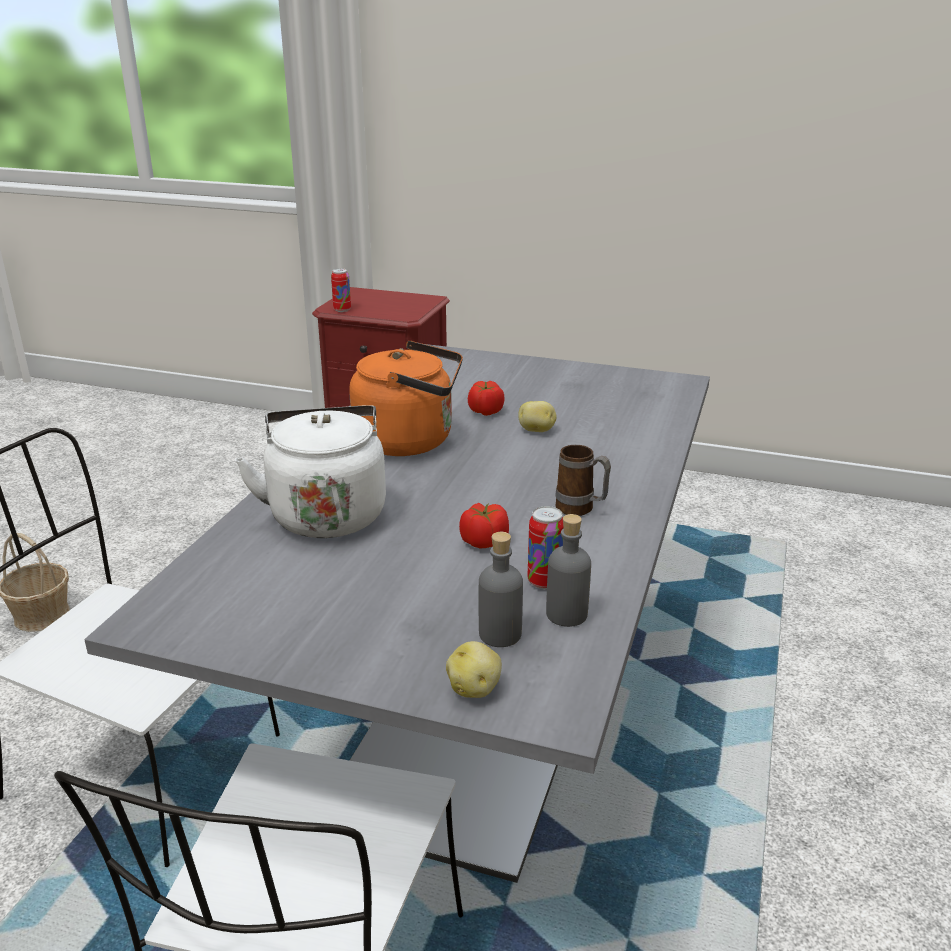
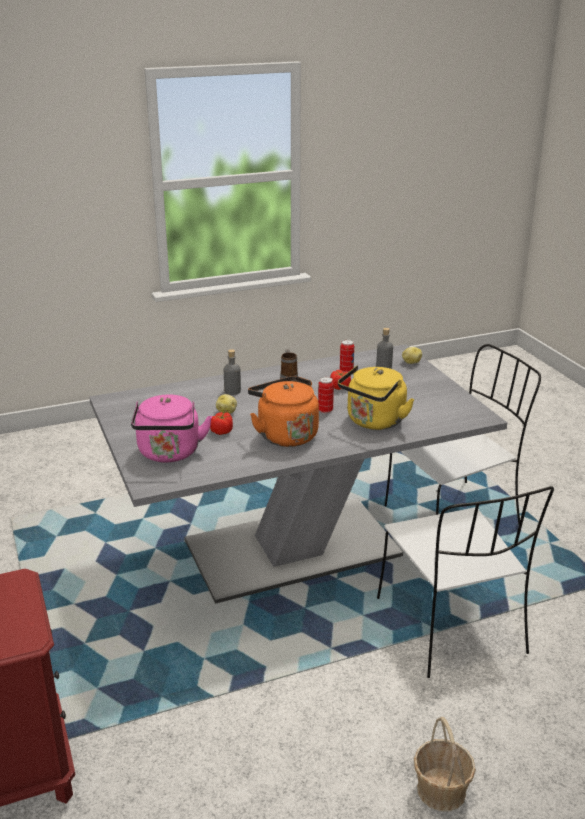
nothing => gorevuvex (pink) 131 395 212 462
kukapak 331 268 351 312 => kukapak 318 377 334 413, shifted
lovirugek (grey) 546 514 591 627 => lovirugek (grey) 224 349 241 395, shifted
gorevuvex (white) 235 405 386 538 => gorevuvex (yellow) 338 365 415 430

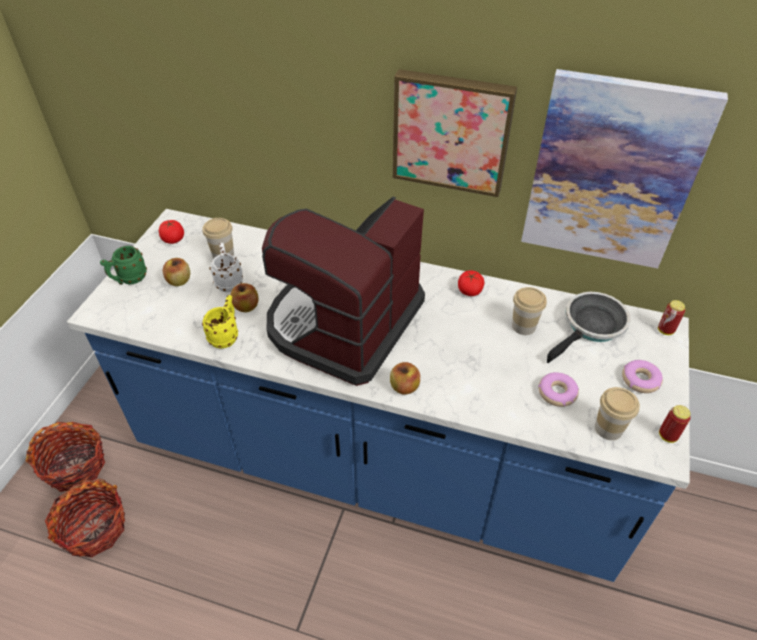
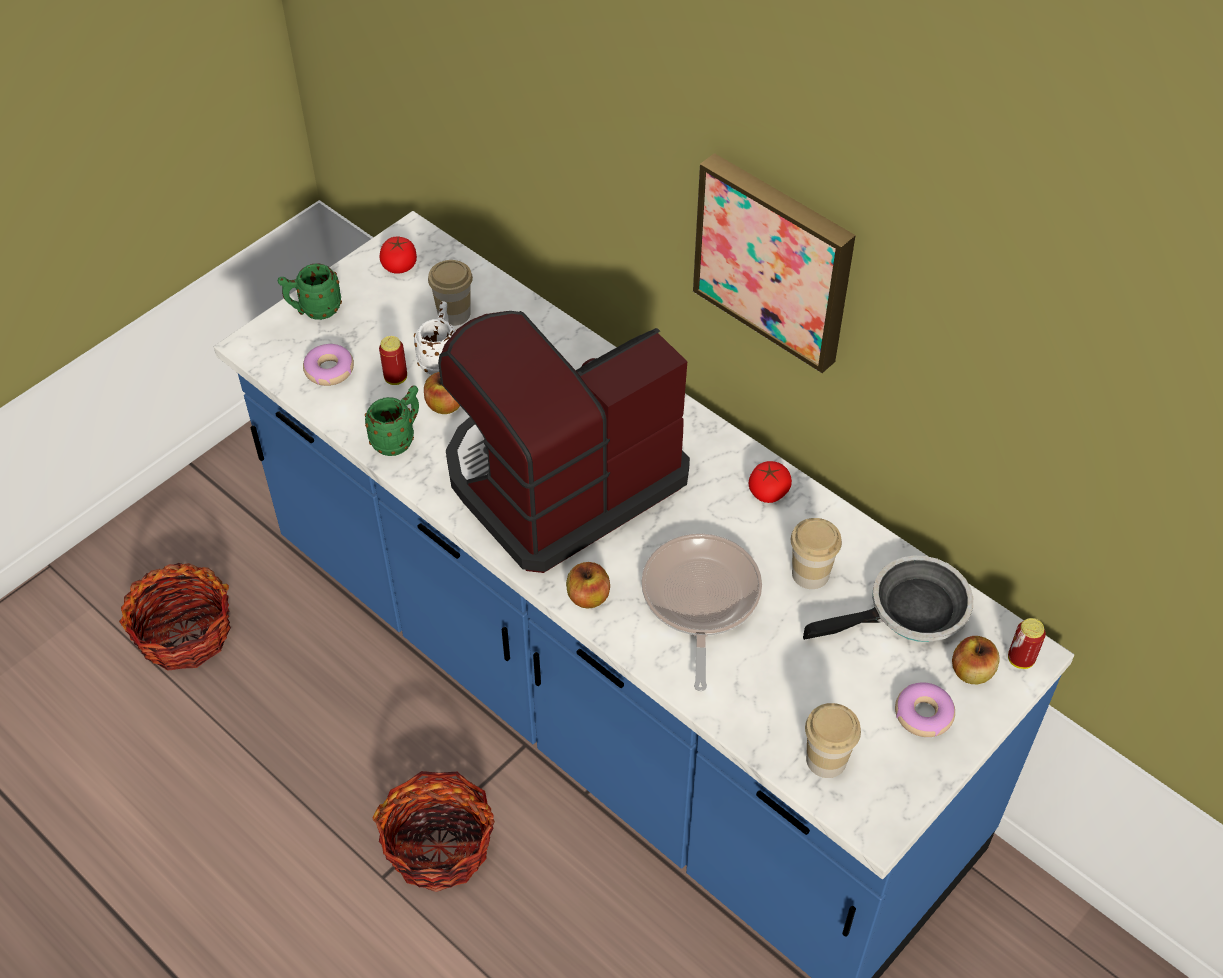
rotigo 521 69 728 269 => nothing
nothing => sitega 641 534 762 691
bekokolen 26 422 105 492 => bekokolen 372 771 495 892, shifted
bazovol 163 258 190 286 => bazovol 952 636 1000 684, shifted
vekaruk 538 372 579 407 => vekaruk 303 344 354 386, shifted
kukapak 659 405 691 443 => kukapak 379 336 407 385, shifted
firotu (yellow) 202 295 238 349 => firotu (green) 365 385 419 456

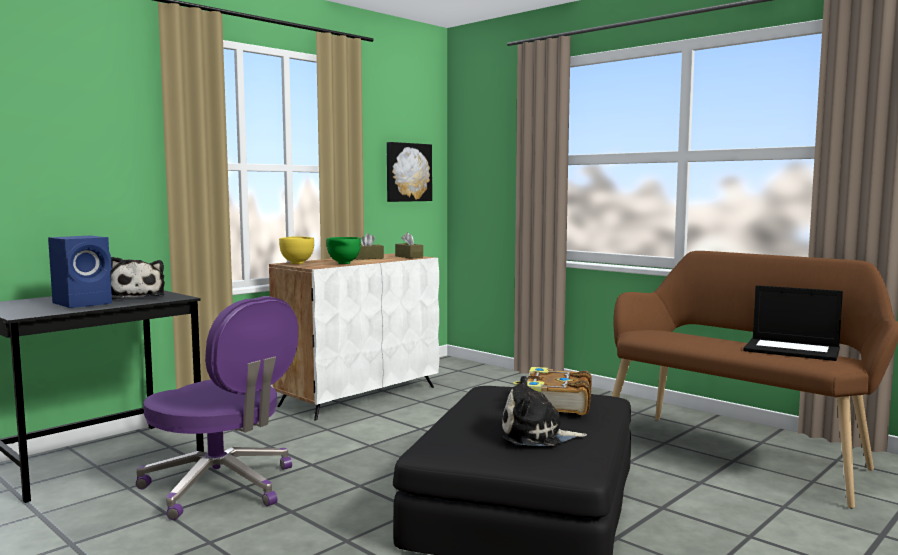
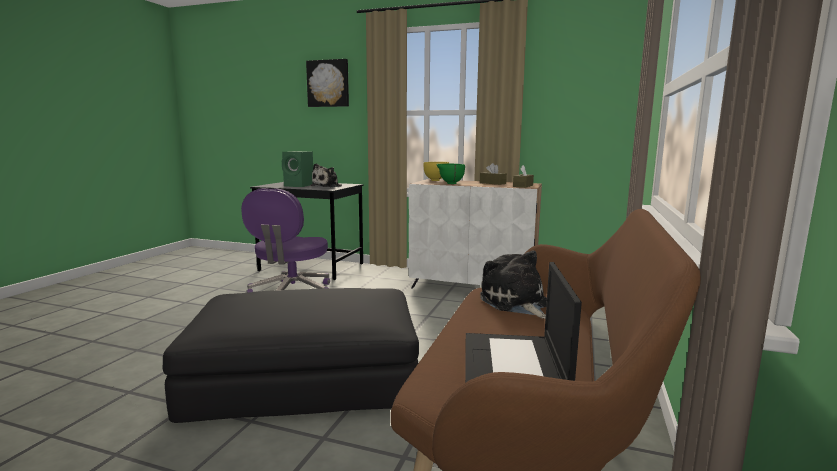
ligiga 513 367 592 415 => nothing
rotigo 387 142 432 202 => rotigo 306 59 349 107, shifted
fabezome 502 375 587 446 => fabezome 480 250 547 319, shifted
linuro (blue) 48 236 112 308 => linuro (green) 282 151 313 187

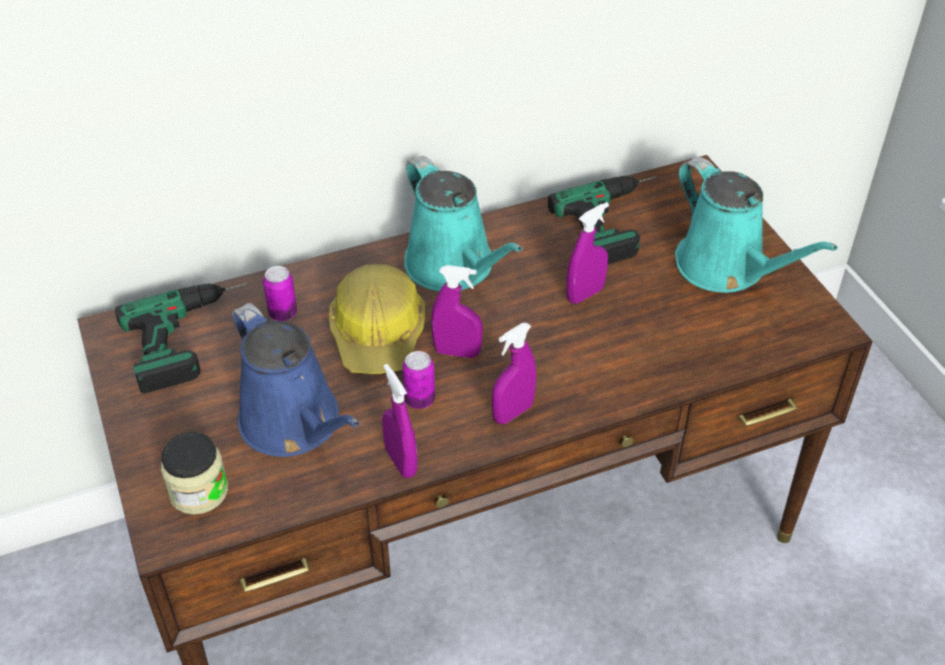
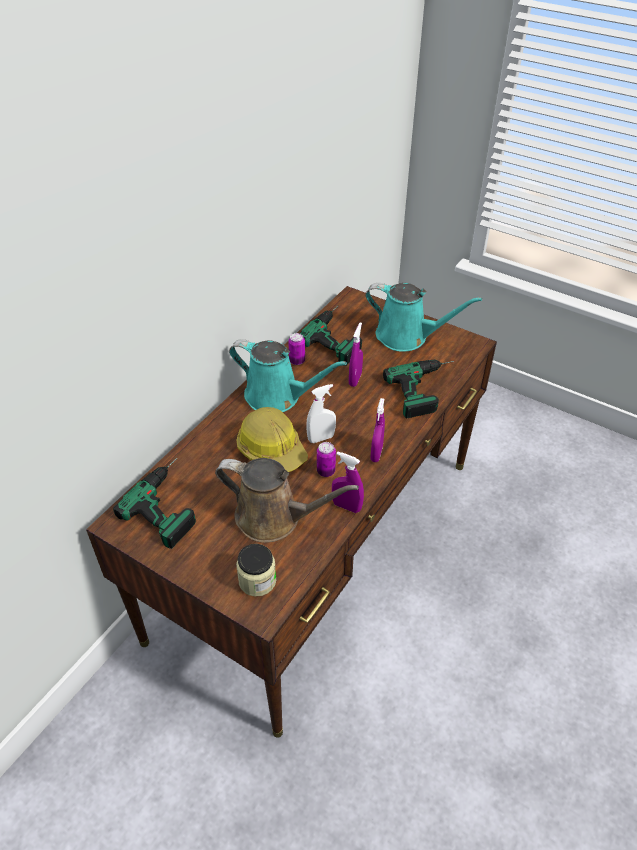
nothing => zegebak 383 360 454 419
kukapak 263 266 297 321 => kukapak 288 333 305 365, shifted
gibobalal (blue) 232 303 360 457 => gibobalal (brown) 215 458 359 543
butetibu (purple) 431 265 483 358 => butetibu (white) 306 384 336 443

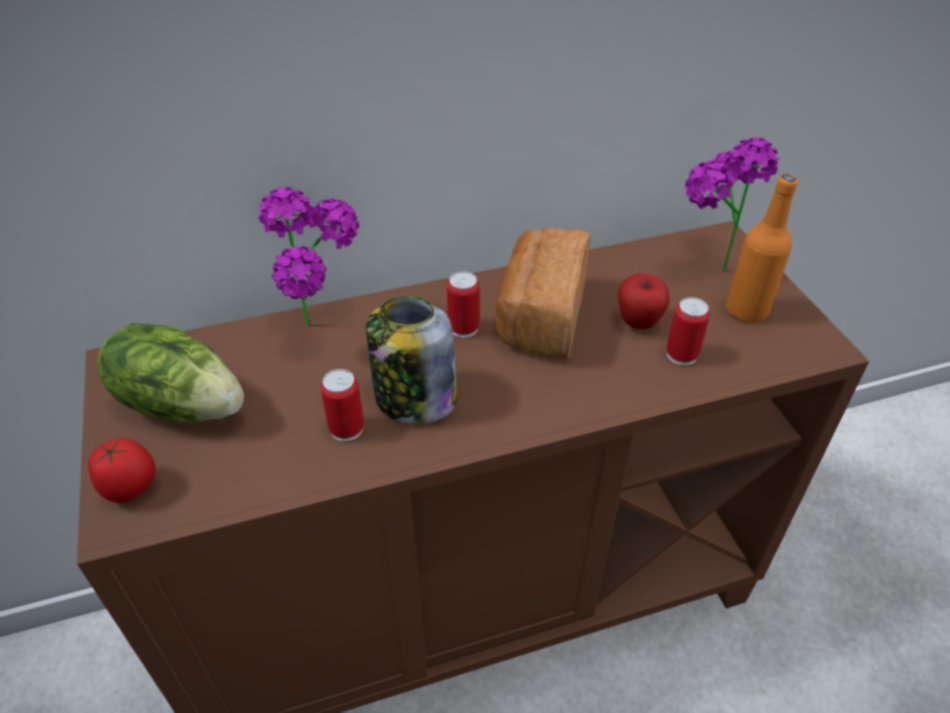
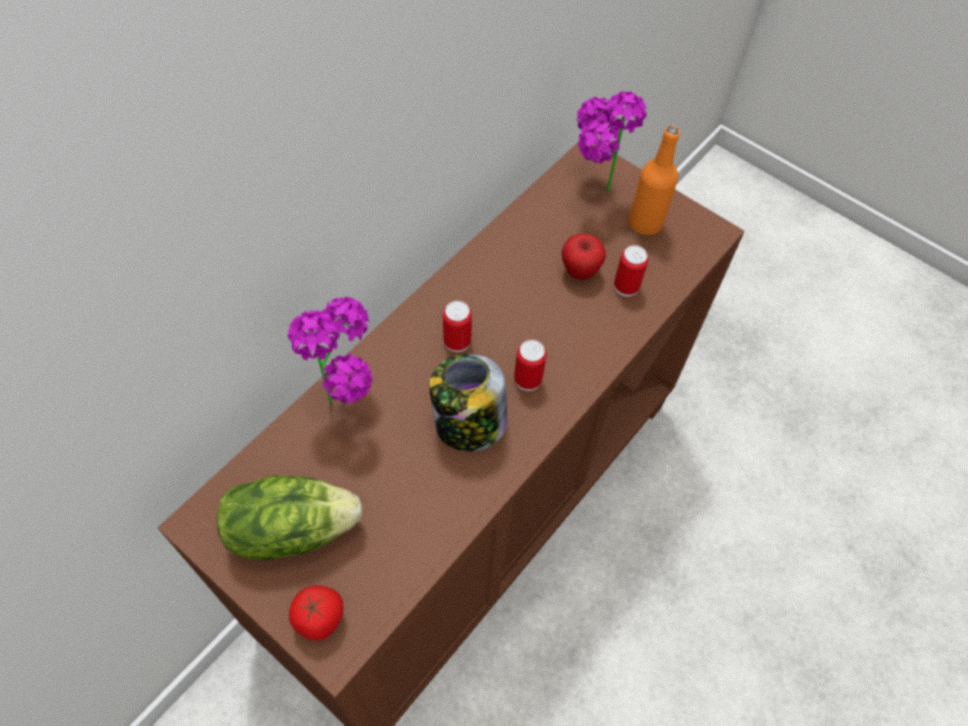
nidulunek 495 228 591 359 => nothing
kukapak 320 369 364 441 => kukapak 514 340 547 391, shifted

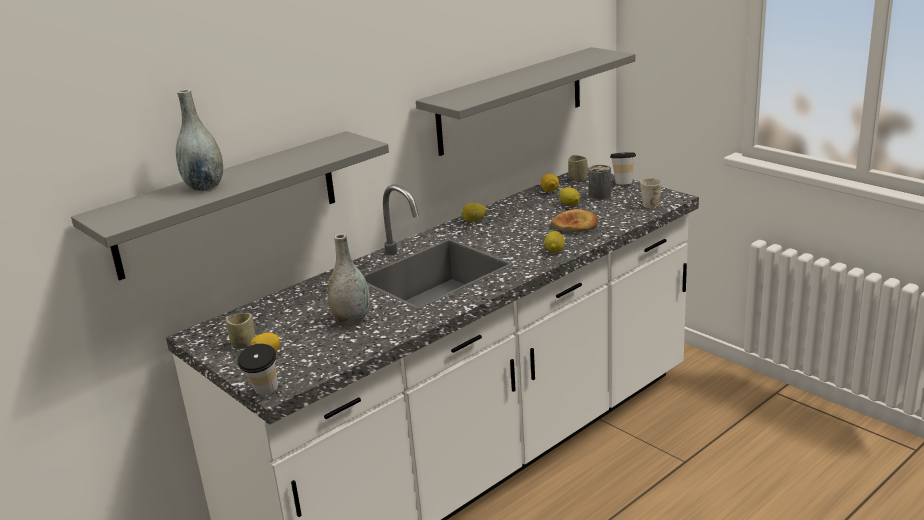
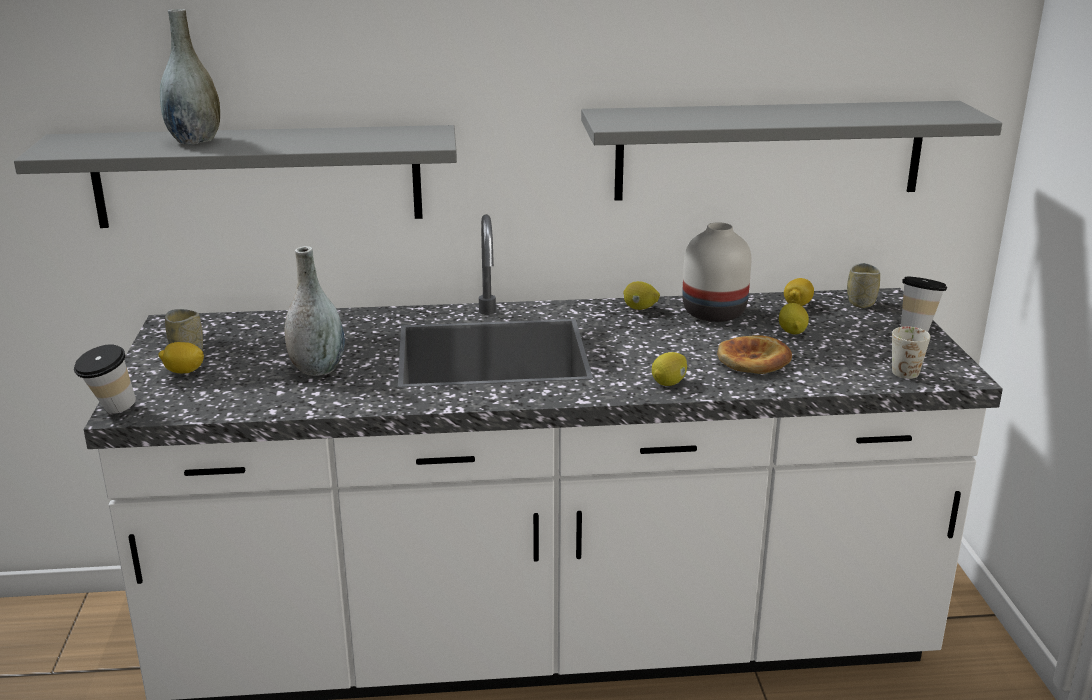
kukapak 589 165 611 201 => nothing
nothing => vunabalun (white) 682 222 751 322

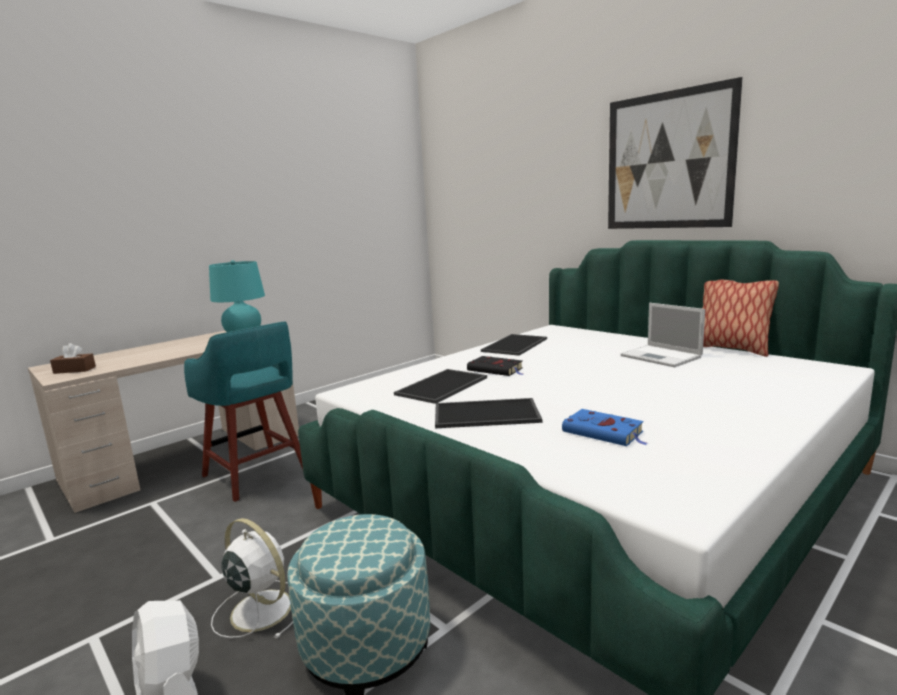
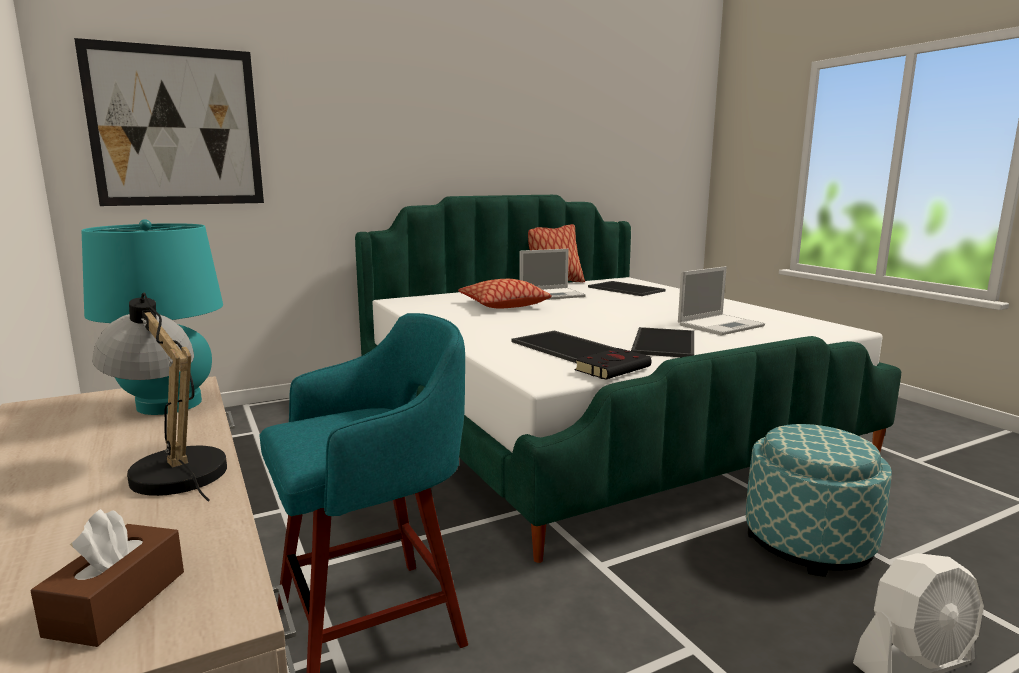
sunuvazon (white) 211 518 293 639 => nothing
nothing => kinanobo 92 292 227 502
nothing => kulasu 458 279 552 308
ligiga (black) 467 356 523 376 => ligiga (black) 574 348 652 380, shifted
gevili 481 334 547 356 => gevili 588 281 666 296, shifted
rotigo 608 77 743 229 => rotigo 74 38 264 206, shifted
ligiga (blue) 562 409 647 446 => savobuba 678 266 765 335

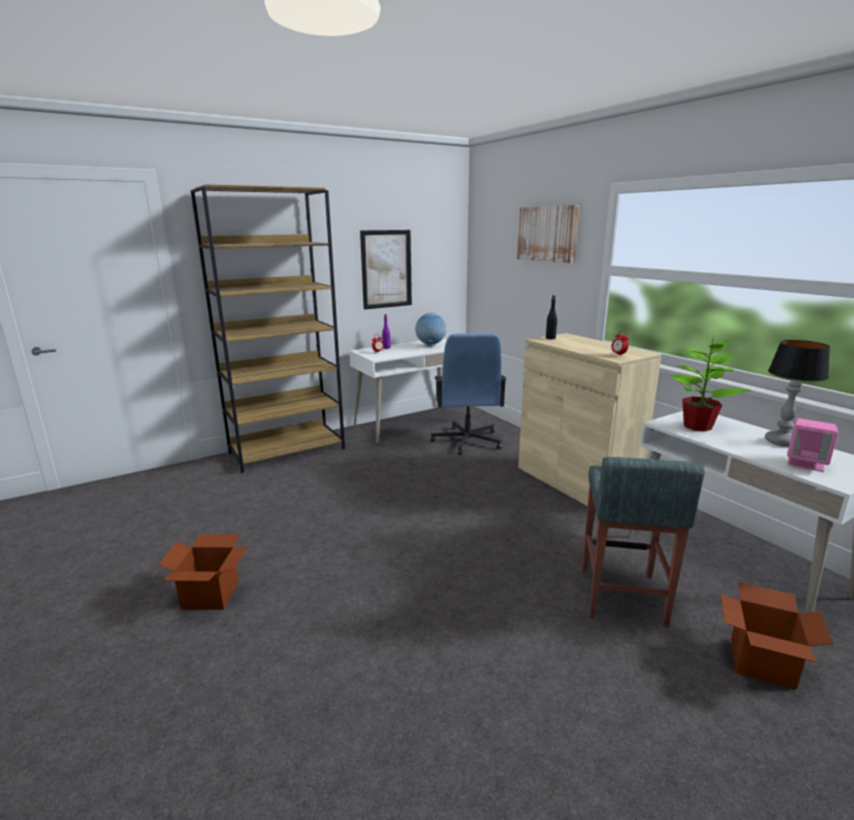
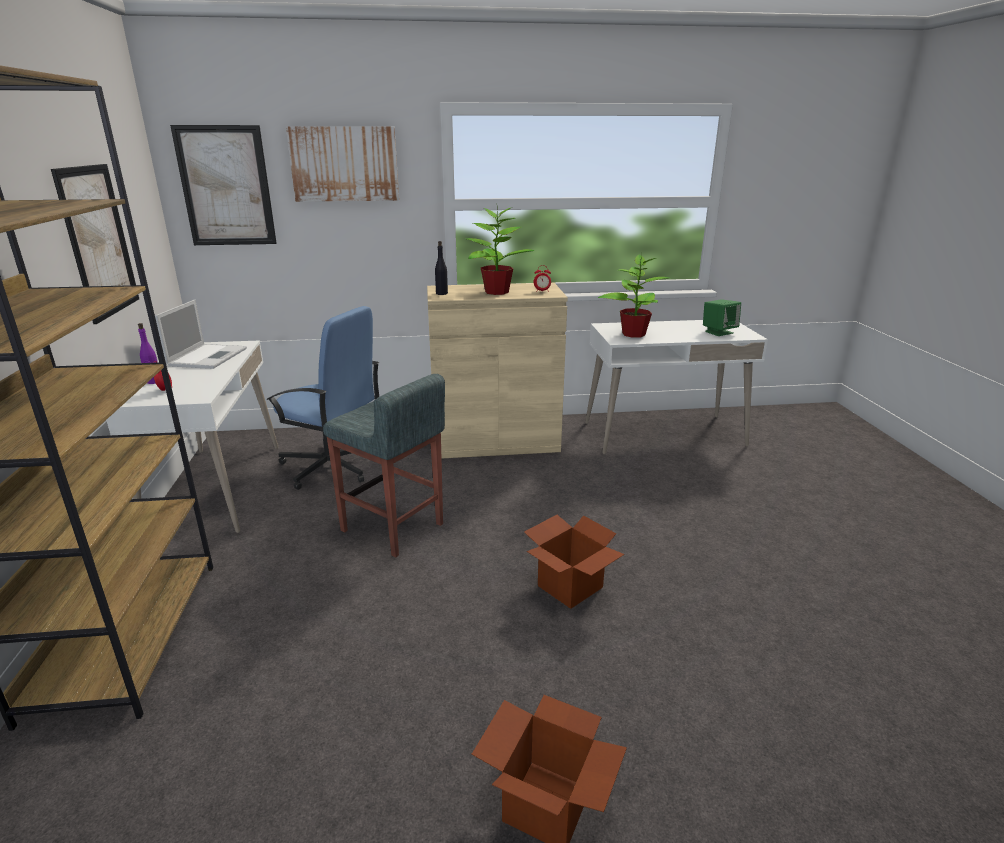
kinanobo 765 340 830 447 => nothing
nothing => rotigo 170 125 277 245
nothing => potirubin 466 206 535 295
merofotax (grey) 582 457 705 627 => merofotax (grey) 323 374 445 557, shifted
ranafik 720 582 833 690 => ranafik 524 515 624 609, shifted
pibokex 415 312 446 346 => savobuba 155 300 247 369
linuro (pink) 787 418 838 472 => linuro (green) 703 299 741 336

